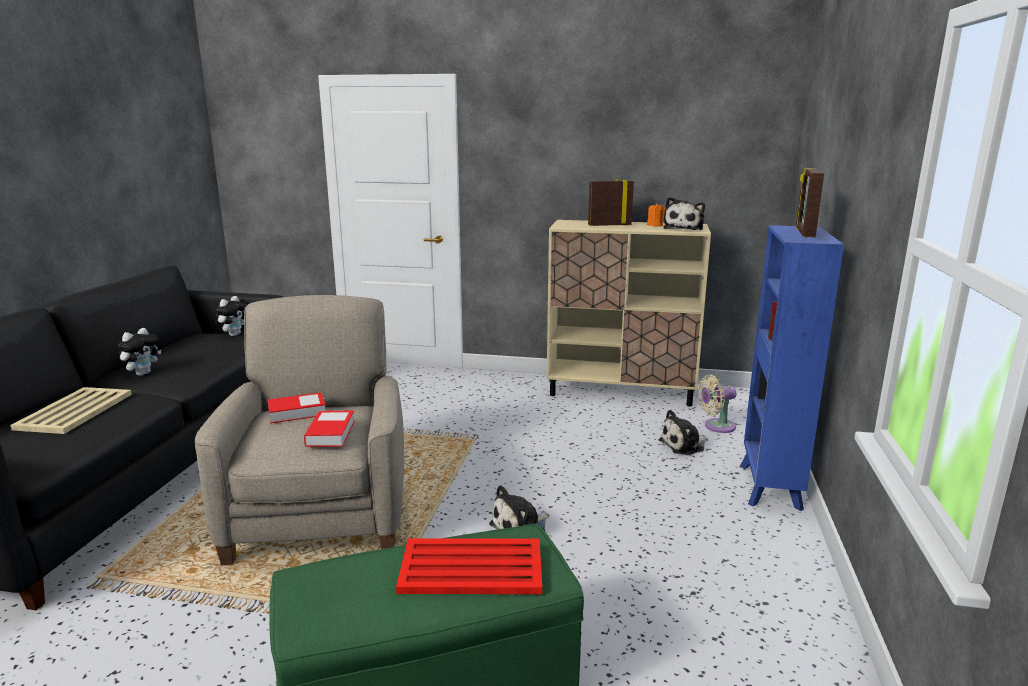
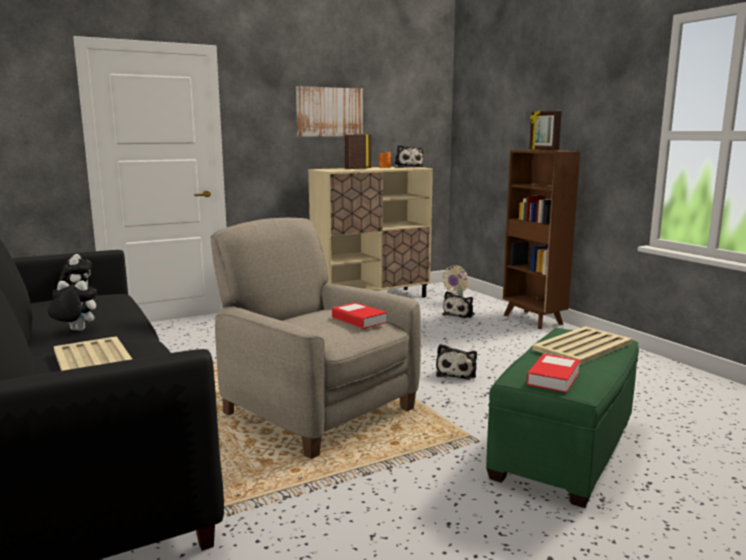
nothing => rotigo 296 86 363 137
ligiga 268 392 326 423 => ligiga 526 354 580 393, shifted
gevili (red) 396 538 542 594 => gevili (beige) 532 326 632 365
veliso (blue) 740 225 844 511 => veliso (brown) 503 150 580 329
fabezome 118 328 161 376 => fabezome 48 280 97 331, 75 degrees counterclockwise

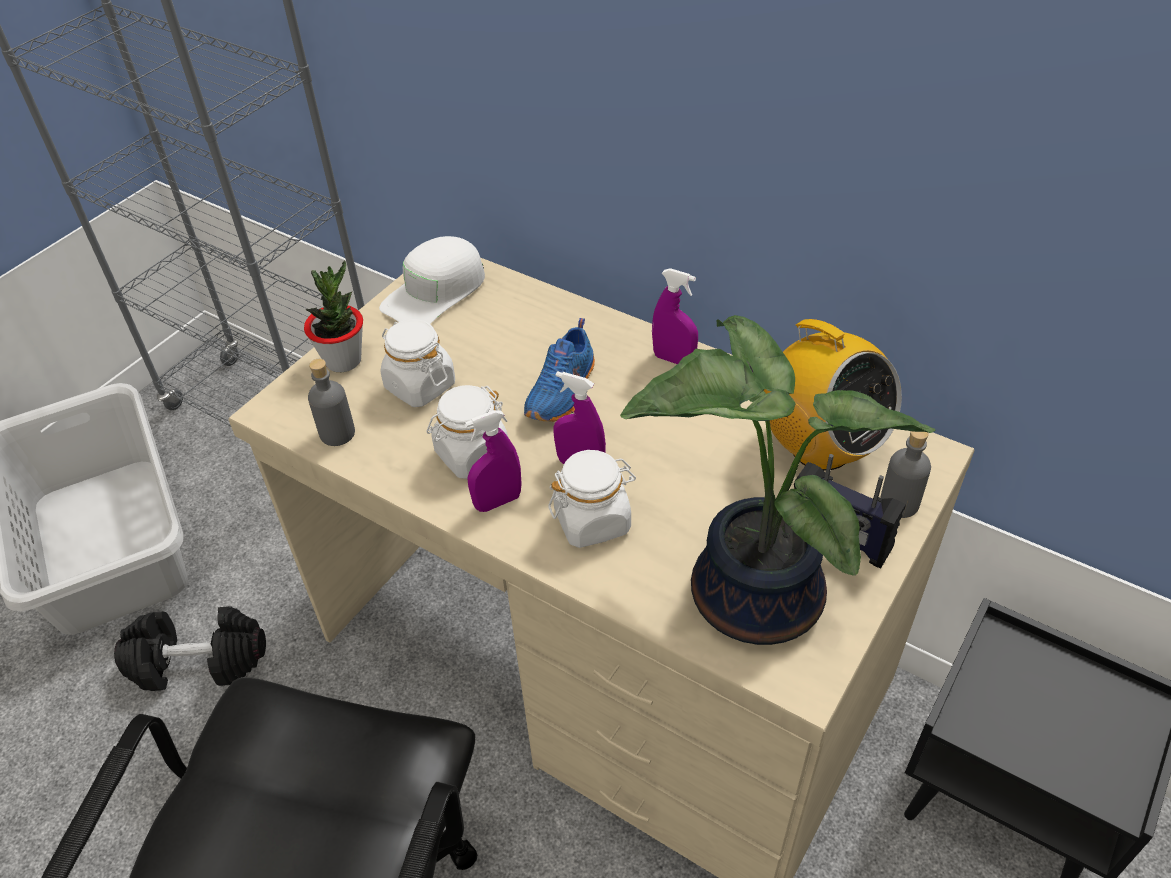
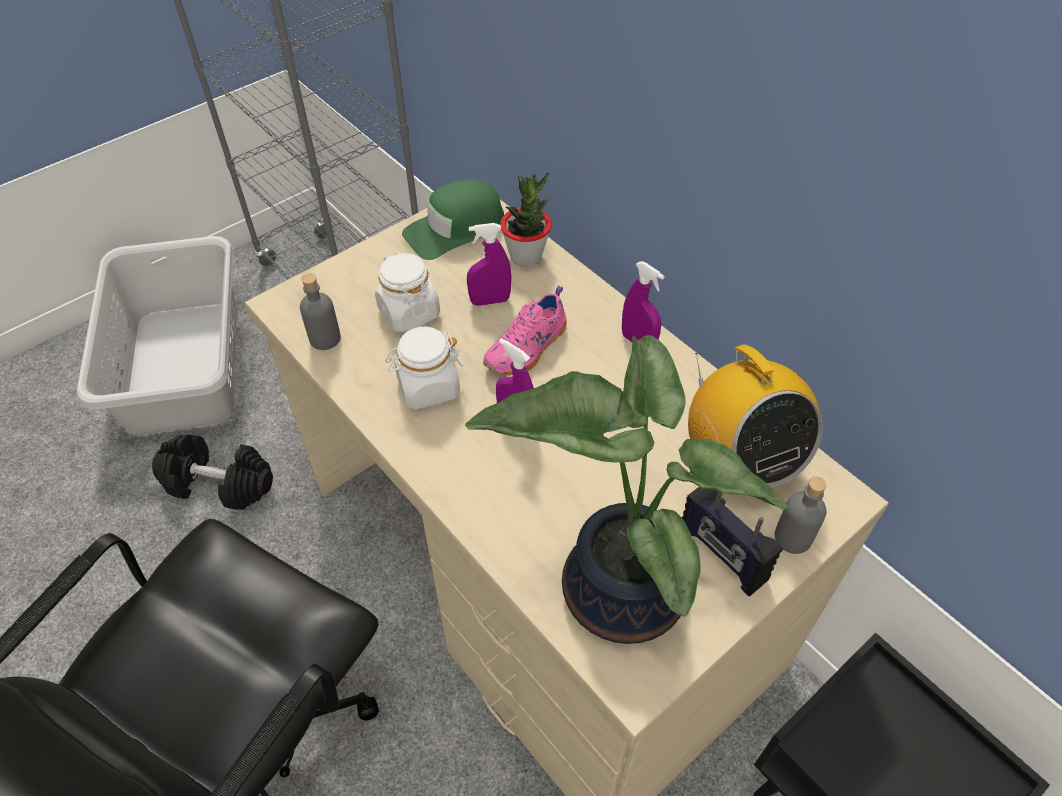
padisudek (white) 548 450 636 548 => nothing
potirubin 304 261 363 372 => potirubin 500 172 552 267, shifted
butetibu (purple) 465 410 522 512 => butetibu (purple) 467 223 511 306, shifted
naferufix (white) 379 236 485 324 => naferufix (green) 402 179 504 260
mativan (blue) 524 318 595 422 => mativan (pink) 483 286 567 376

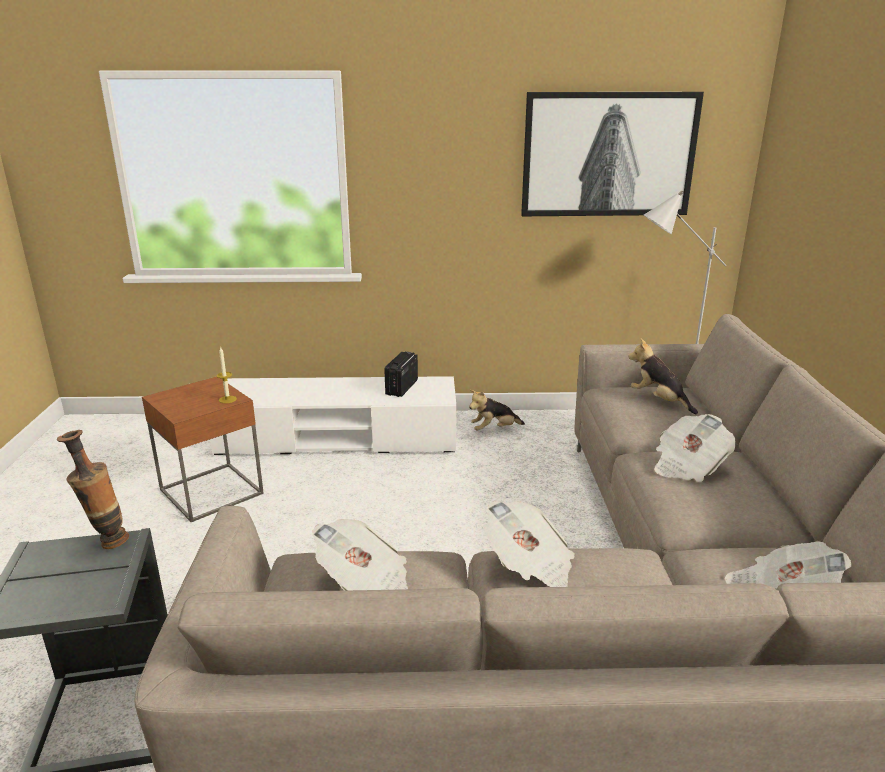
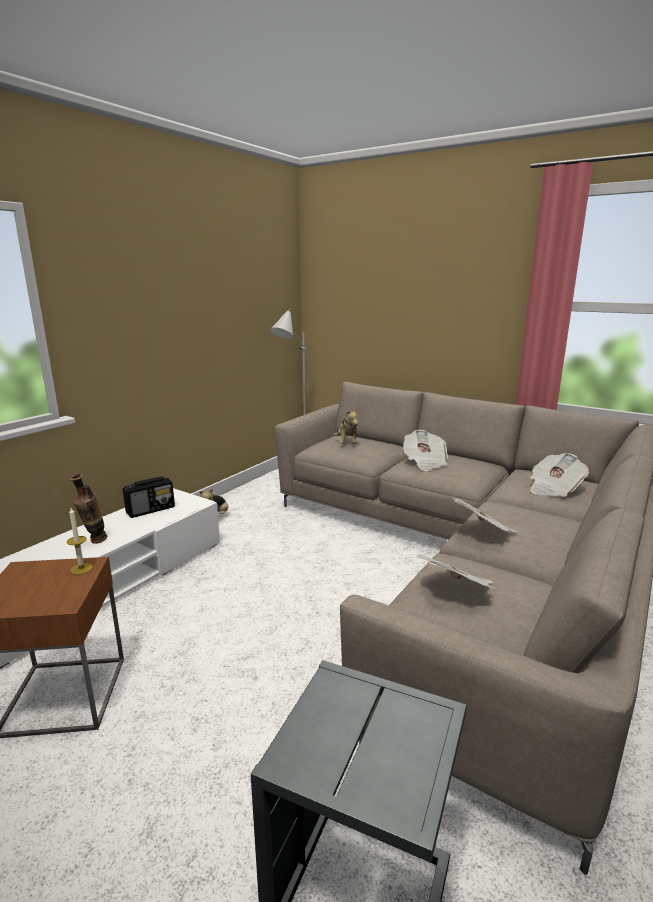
rotigo 521 92 704 216 => nothing
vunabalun 57 430 129 549 => vunabalun 69 473 107 544, shifted
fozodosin 384 351 418 397 => fozodosin 123 476 175 518, 90 degrees counterclockwise
fabezome 628 338 698 414 => fabezome 334 408 358 444, 90 degrees counterclockwise

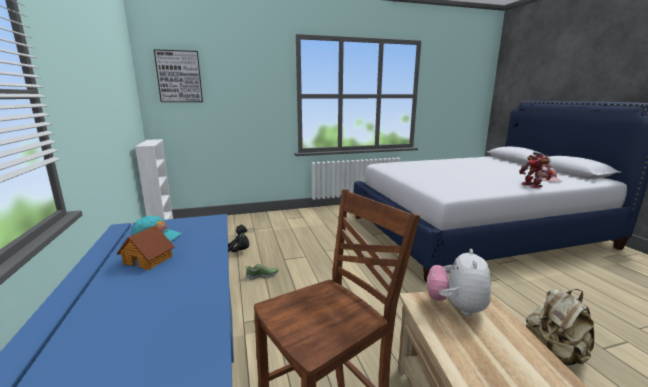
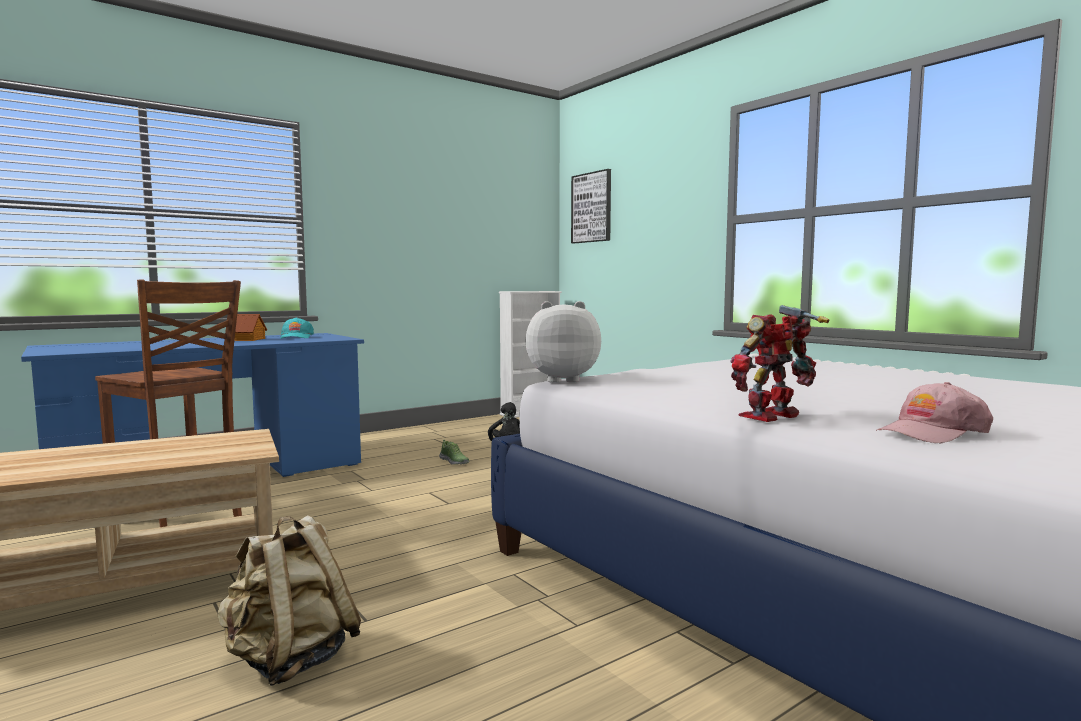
fabezome 427 249 491 316 => fabezome 526 301 601 383, shifted

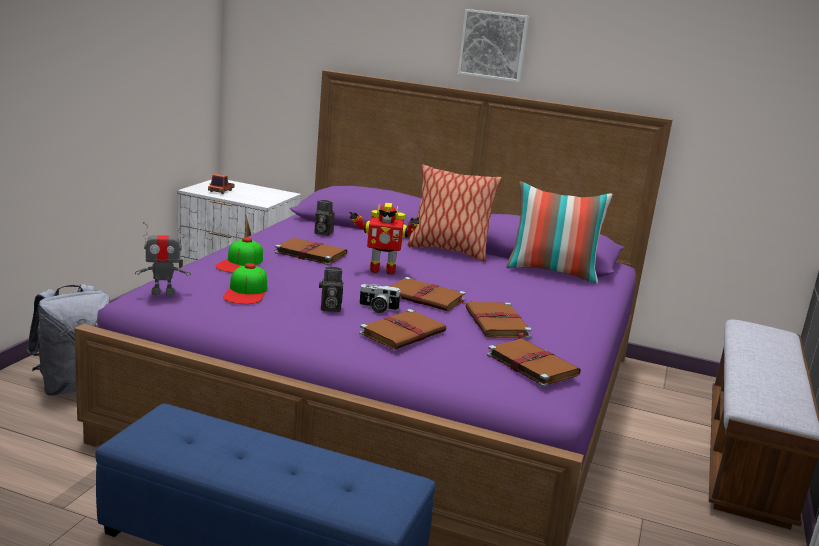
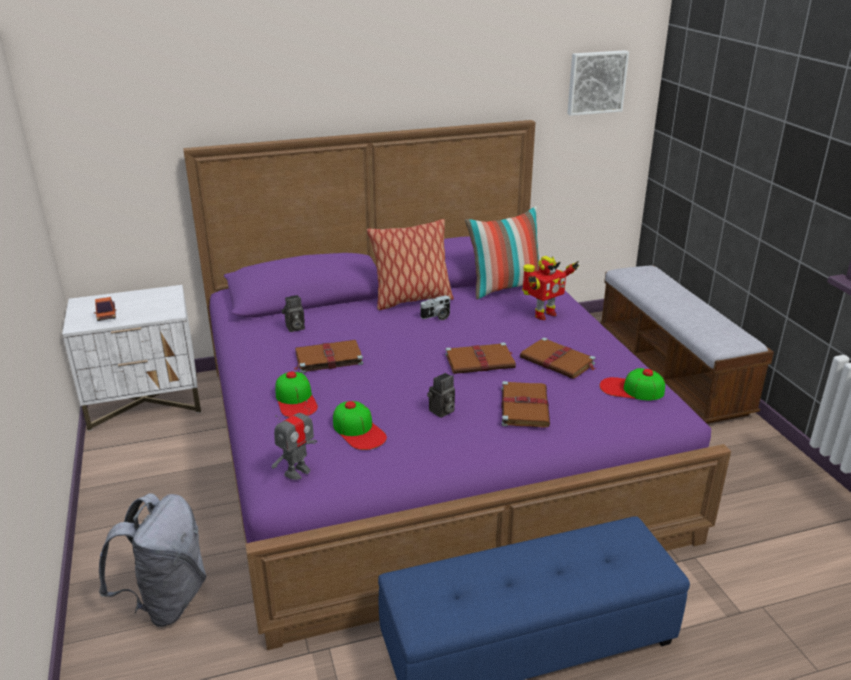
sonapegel 349 203 419 275 => sonapegel 522 256 579 320, shifted
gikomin 359 284 401 313 => gikomin 421 295 451 320, shifted
rotigo 458 9 529 82 => rotigo 567 50 629 116, shifted
ligiga (brown) 487 339 581 387 => naferufix 600 368 665 400

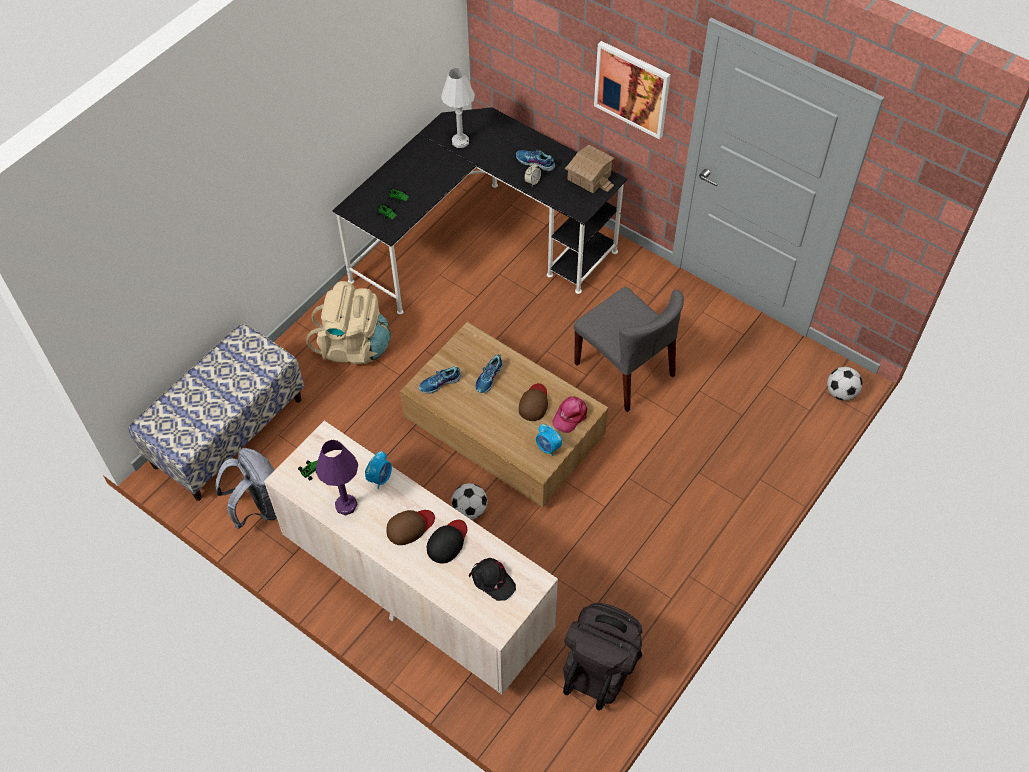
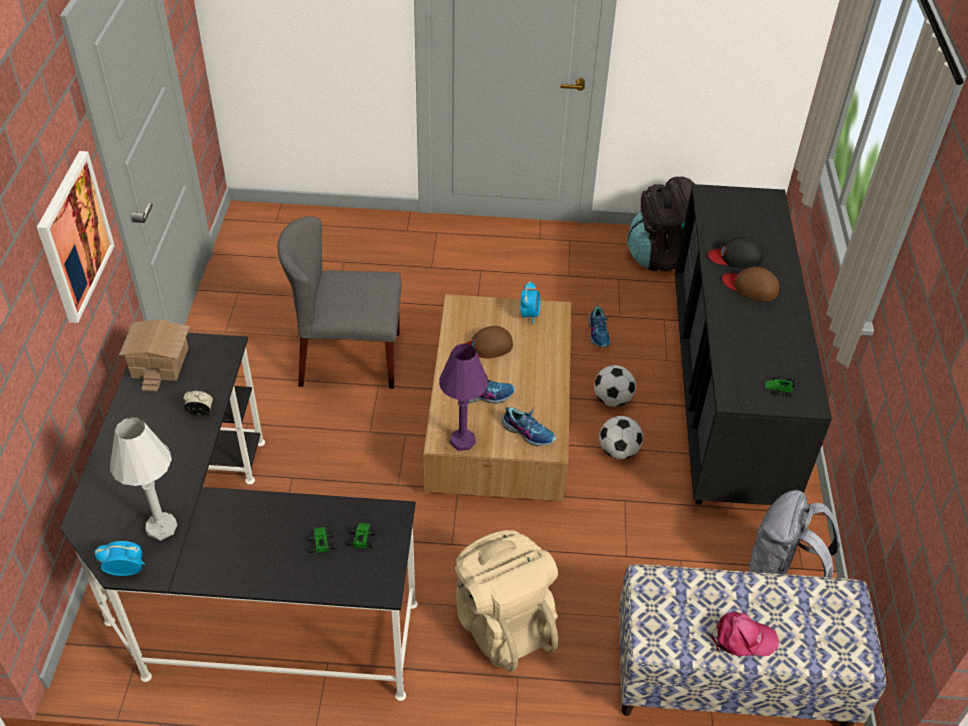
naferufix (black) 469 558 516 601 => nothing
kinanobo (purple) 315 440 358 516 => kinanobo (purple) 439 343 488 451, shifted
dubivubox 365 451 392 489 => dubivubox 95 541 145 576, shifted
mativan 516 150 555 171 => mativan 588 306 610 347, shifted
naferufix (pink) 552 396 587 433 => naferufix (pink) 711 612 779 656, shifted
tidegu 827 367 862 401 => tidegu 599 416 643 459, shifted
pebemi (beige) 264 421 558 695 => pebemi (black) 675 184 832 505
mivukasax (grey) 574 286 684 412 => mivukasax (grey) 278 216 402 389, 105 degrees counterclockwise

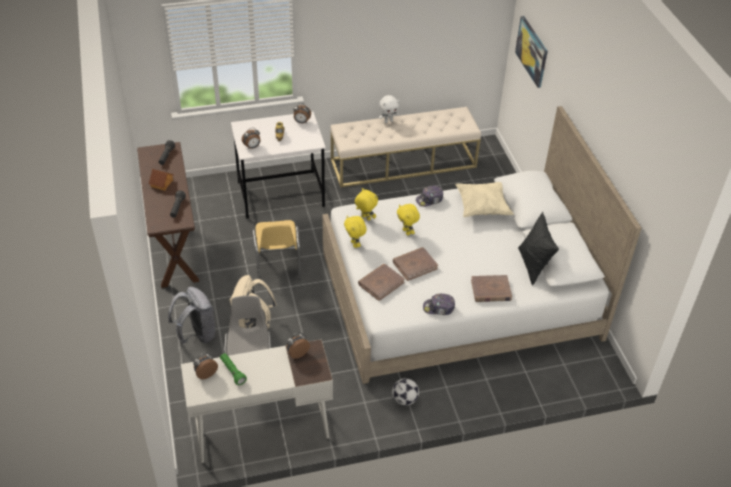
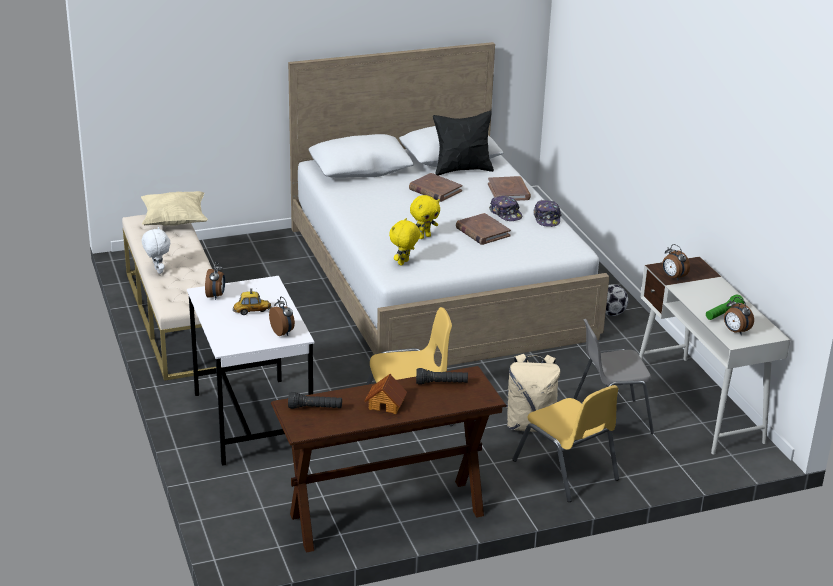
fabezome (yellow) 344 216 367 248 => nothing
rotigo 515 16 548 88 => nothing
ligiga (brown) 358 264 405 301 => ligiga (brown) 409 173 462 202, shifted
naferufix 416 186 443 207 => naferufix 489 196 522 221, shifted
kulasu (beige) 455 182 514 217 => kulasu (beige) 141 191 208 226, shifted
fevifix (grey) 168 287 216 344 => mivukasax (yellow) 513 385 619 502

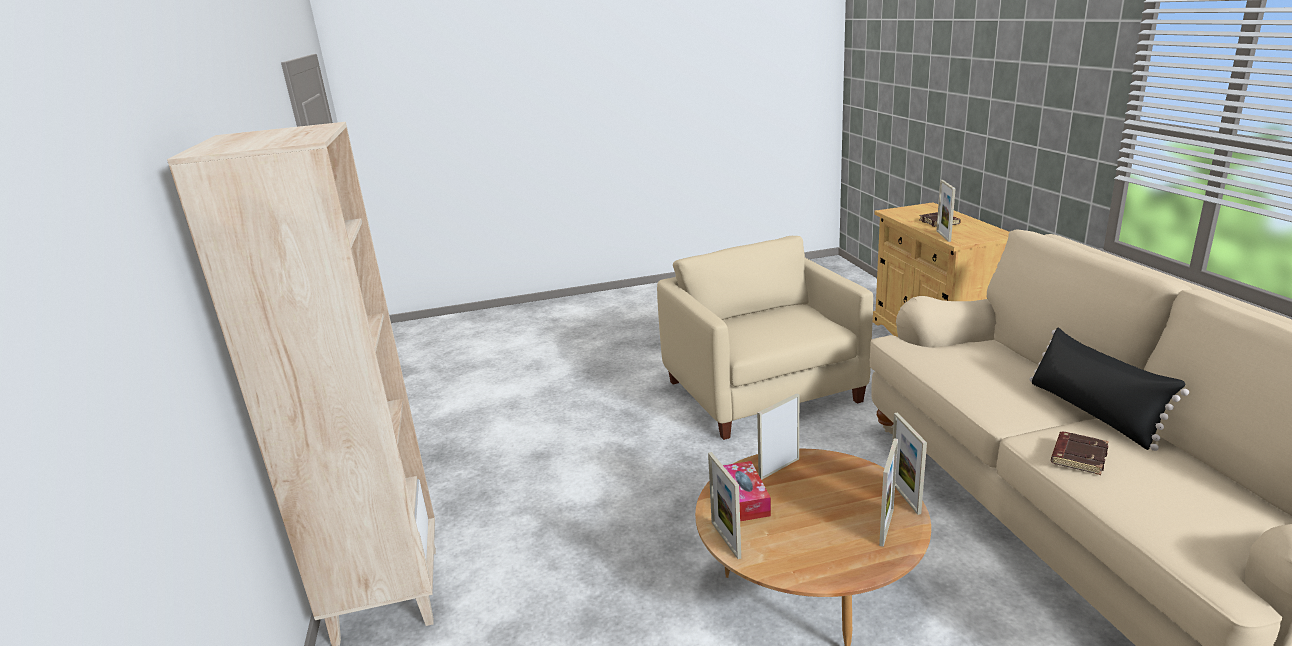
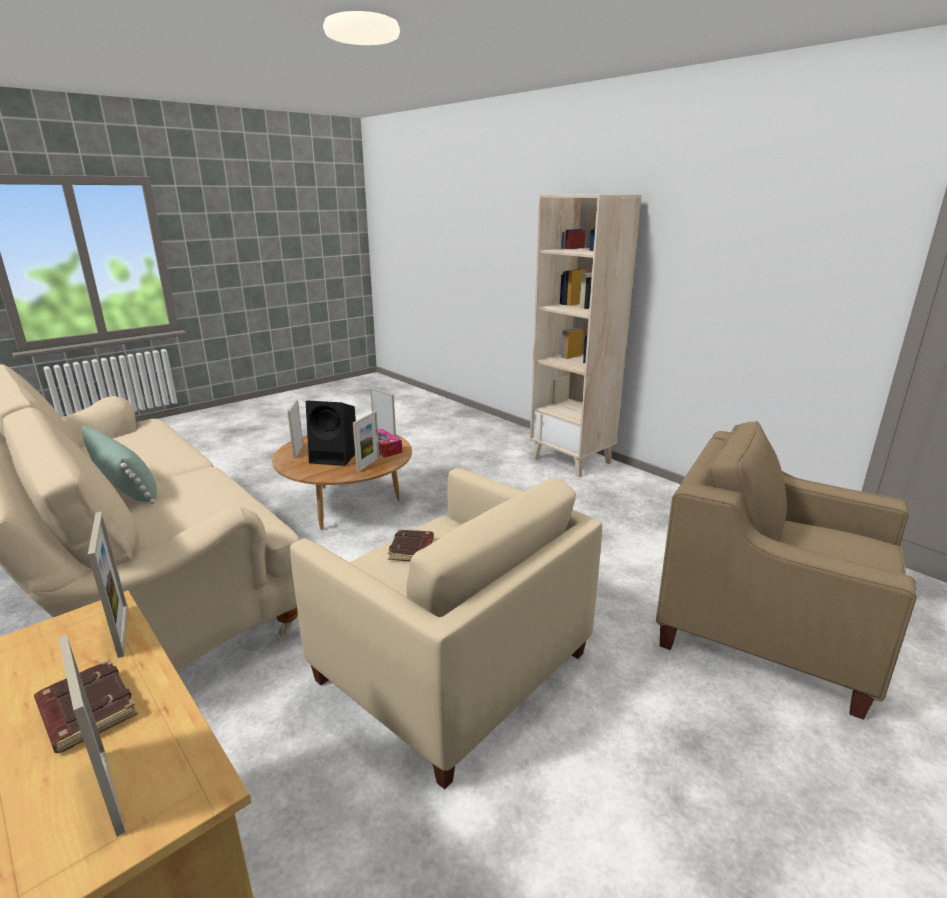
nothing => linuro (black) 306 401 356 466
nothing => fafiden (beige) 656 421 917 720
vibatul 892 412 927 515 => vibatul 58 635 125 837, shifted
ligiga (brown) 1051 432 1109 475 => ligiga (brown) 388 529 434 561, shifted
kulasu (black) 1029 328 1189 451 => kulasu (green) 81 425 157 504

